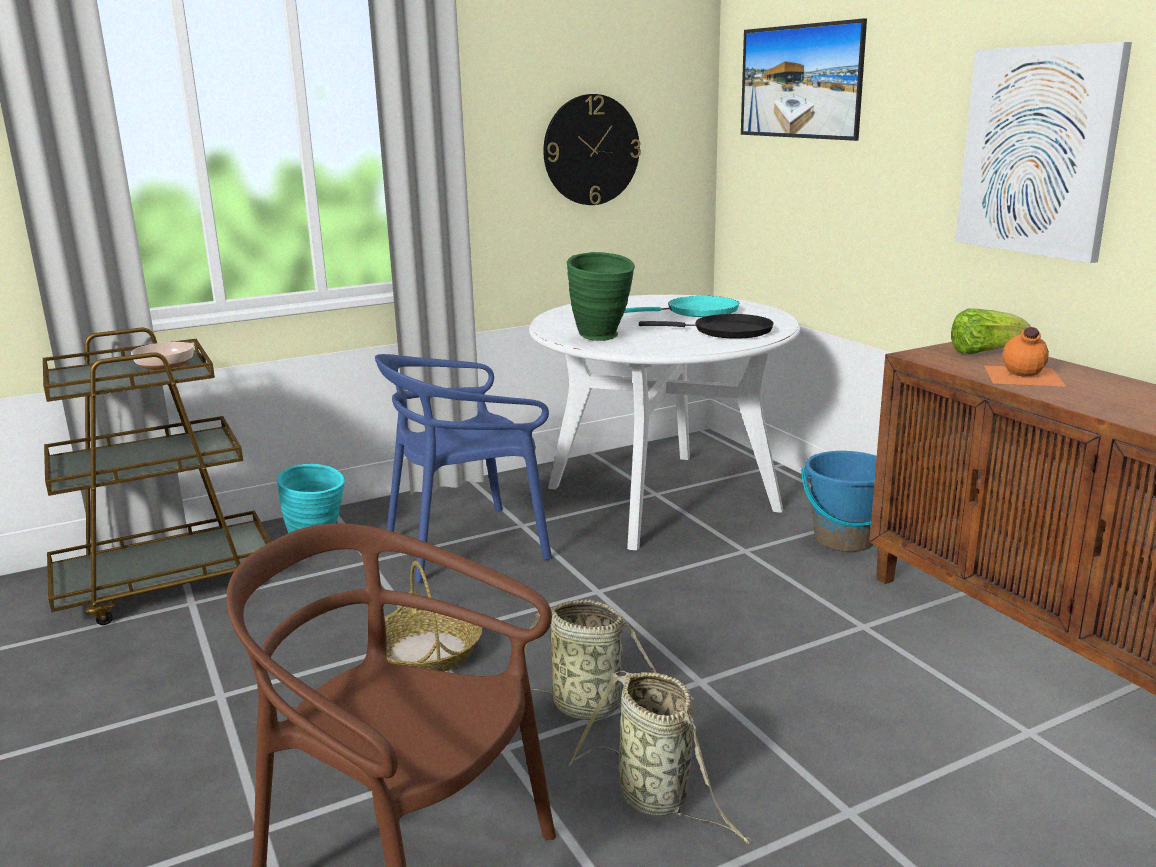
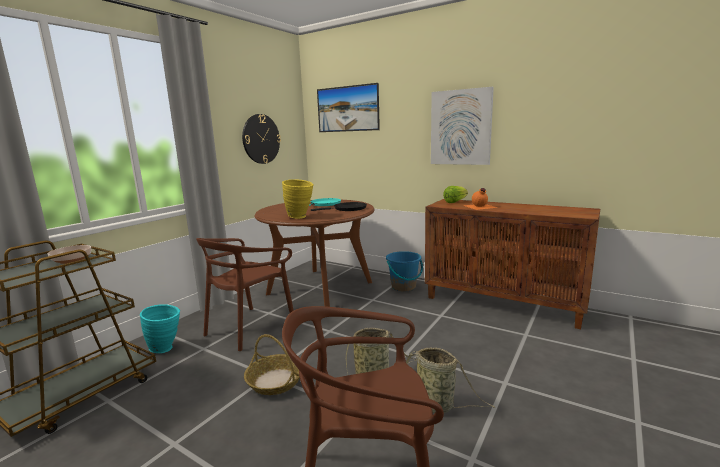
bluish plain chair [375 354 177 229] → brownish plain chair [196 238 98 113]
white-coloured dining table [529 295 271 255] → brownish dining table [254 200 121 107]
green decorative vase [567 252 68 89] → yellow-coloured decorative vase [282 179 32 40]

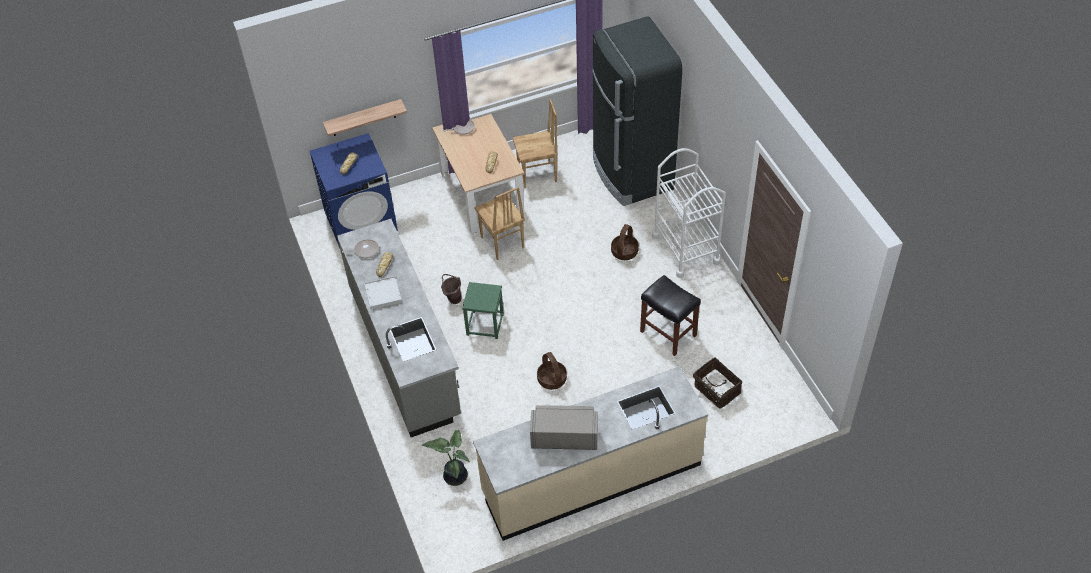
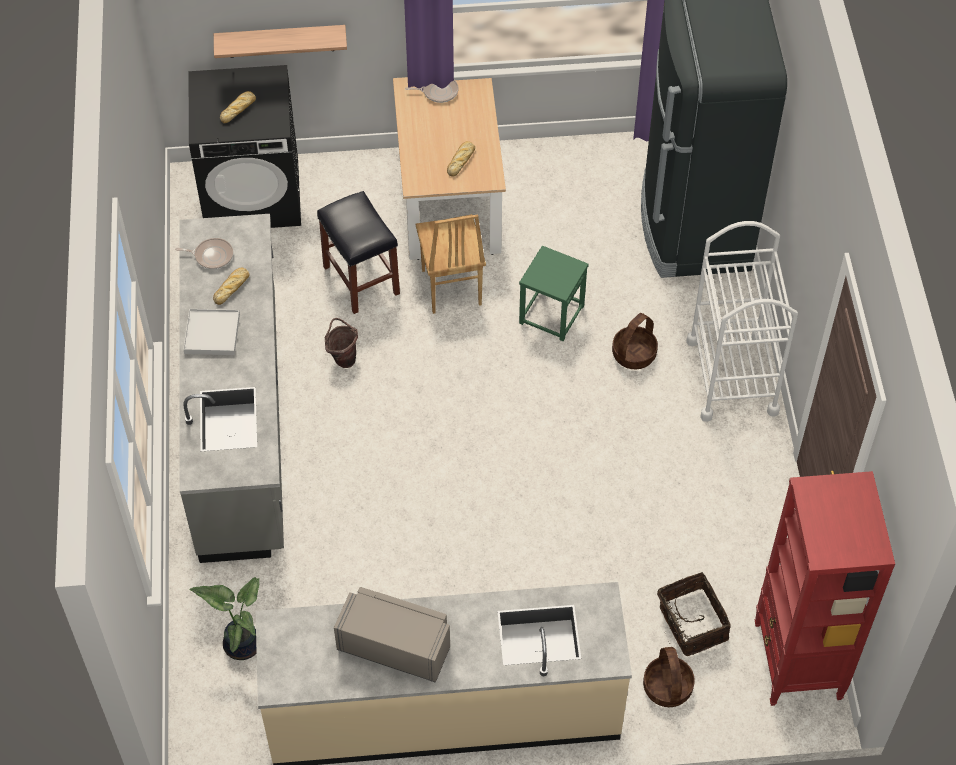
bluish laundry appliance [309 133 89 115] → blackish laundry appliance [189 65 112 163]
green stool seat [462 282 42 57] → green stool seat [519 246 70 95], shifted
brownish plain chair [513 99 45 89] → -
storage basket [537 352 30 38] → storage basket [643 647 52 60], shifted
blackish stool seat [640 275 61 81] → blackish stool seat [317 191 83 123], shifted
- → red-coloured bookshelf [755 471 140 235]

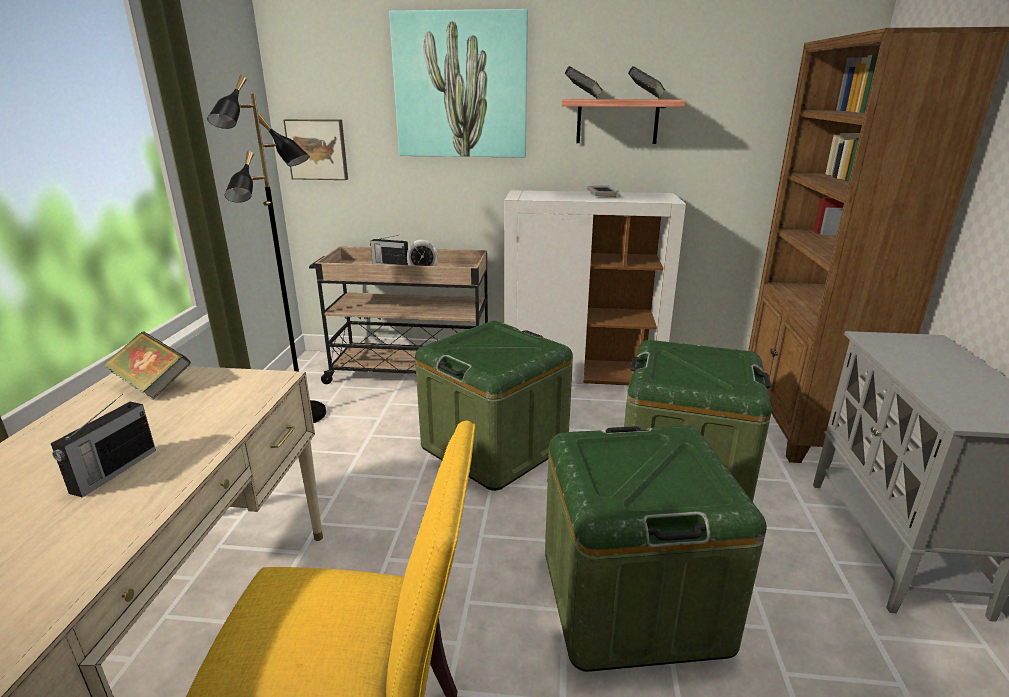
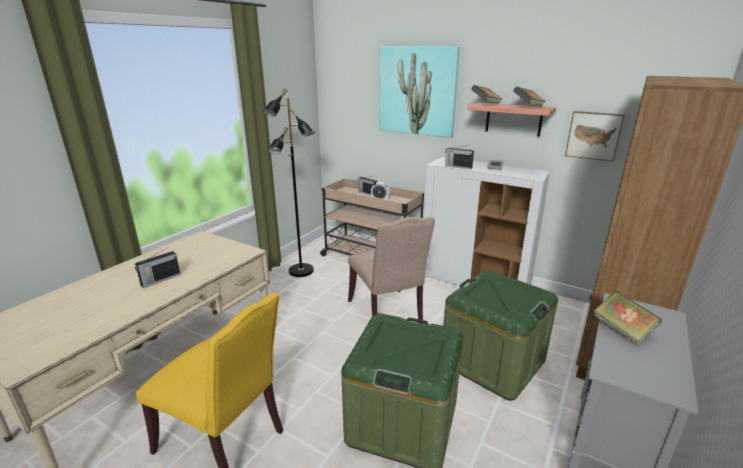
bound book [103 331 88 69] → bound book [593 291 69 55], shifted
picture [283 119 65 61] → picture [565 111 60 51], shifted
green storage box [415 321 158 170] → sand-coloured plain chair [348 217 87 107]
- → radio set [445 145 29 24]

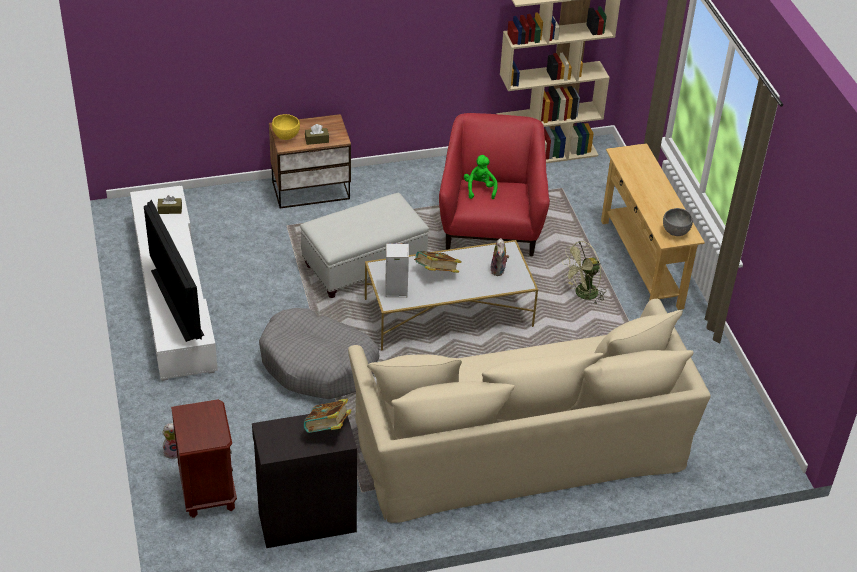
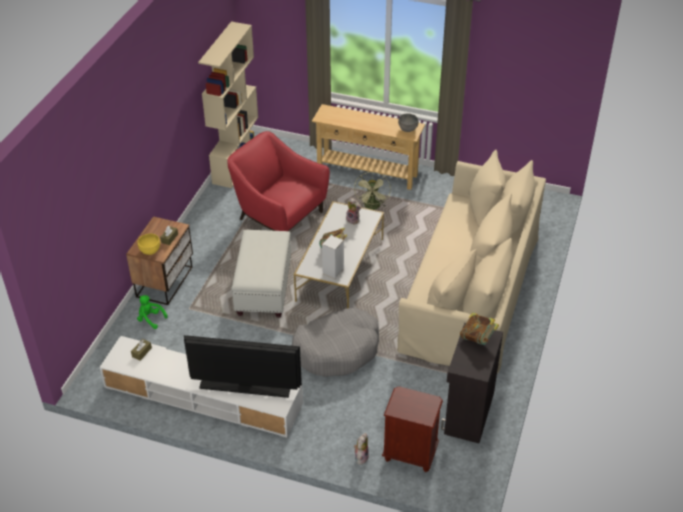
green cuddly toy [464 155 34 44] → green cuddly toy [137 295 31 34], shifted

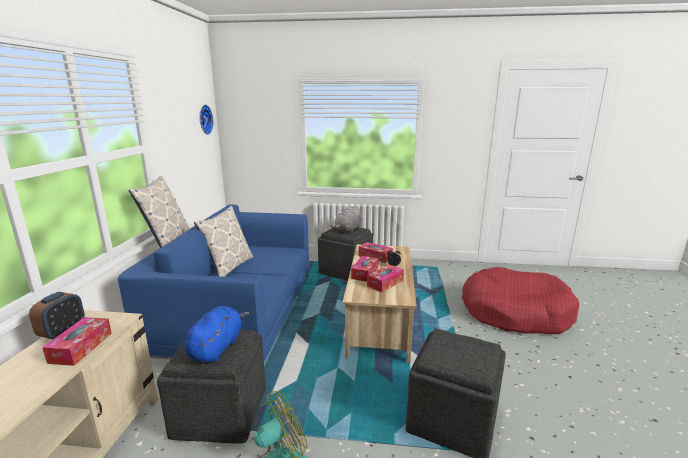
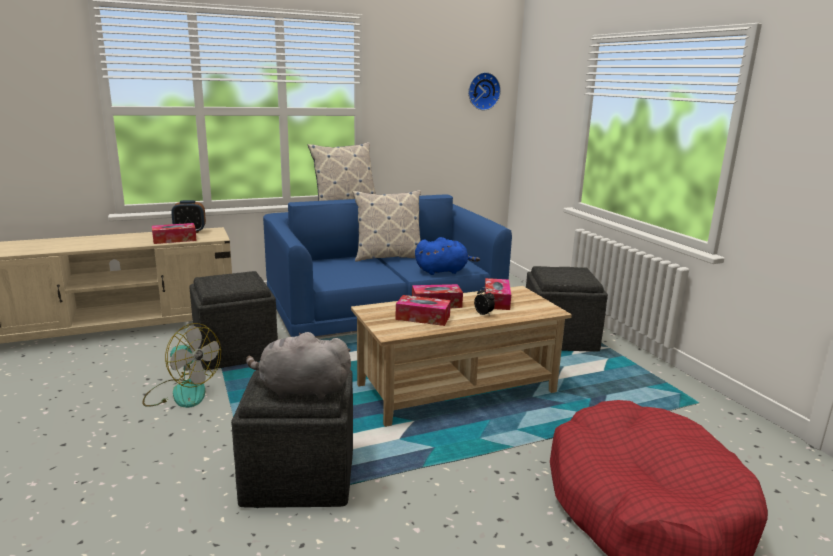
bluish cuddly toy [184 306 66 56] → bluish cuddly toy [415 237 65 38], shifted
grey cuddly toy [330 206 32 27] → grey cuddly toy [246 332 105 68], shifted

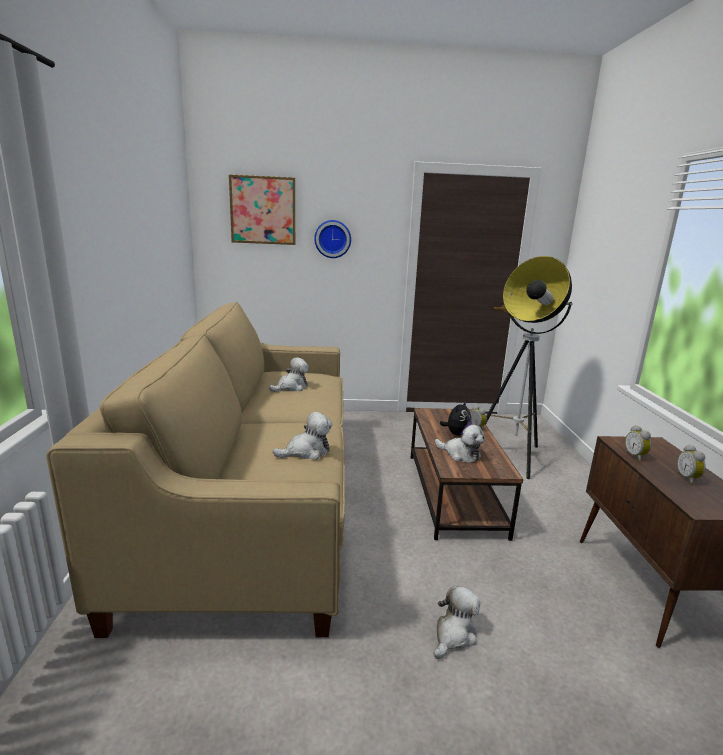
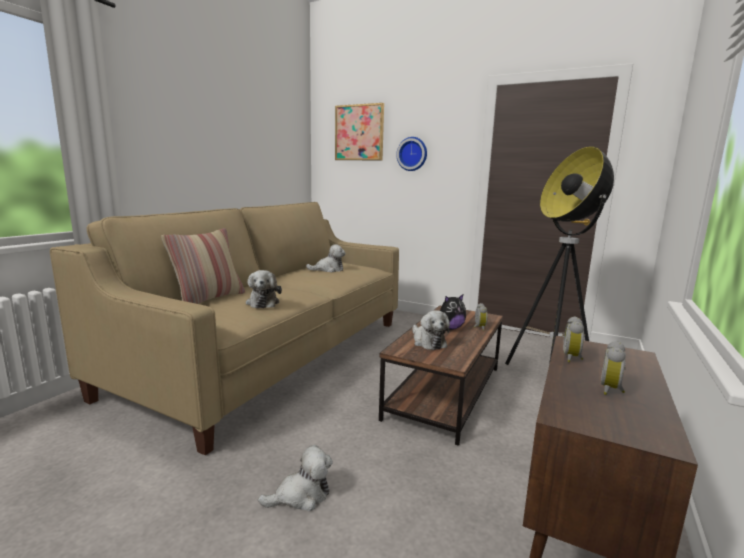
cuddly toy [273 412 59 48] → cuddly toy [246 270 36 38], 75 degrees clockwise
- → cushion [161 228 84 76]

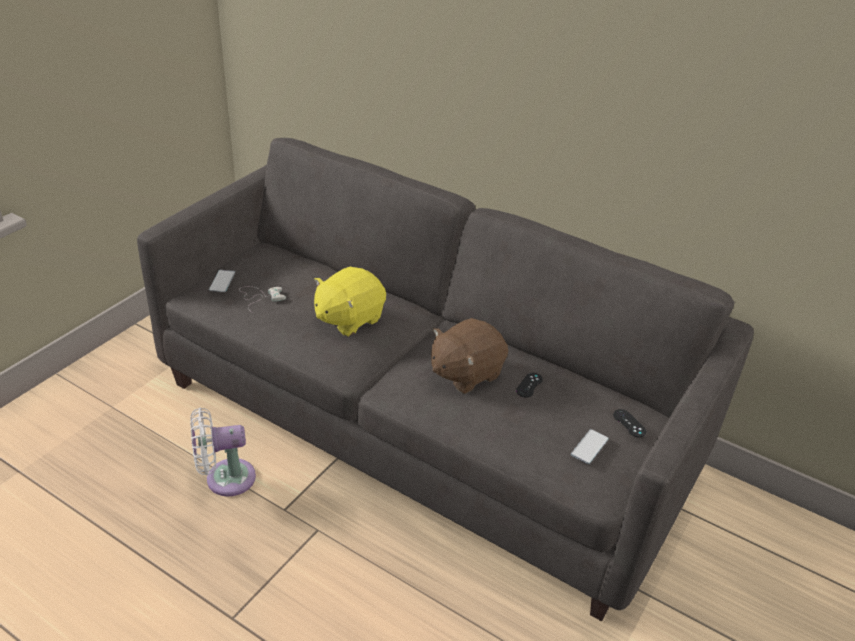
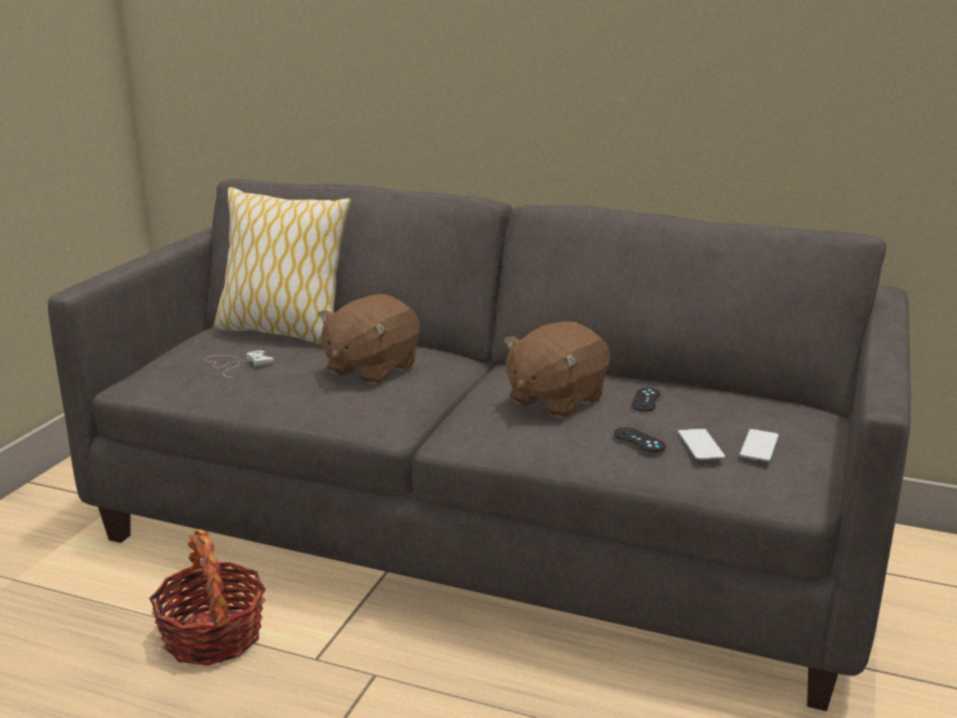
white-coloured fan [190 408 66 88] → storage basket [149 529 117 137]
phone [209 270 26 22] → phone [678 428 48 32], shifted
yellow-coloured cuddly toy [314 267 72 70] → brownish cuddly toy [318 294 102 91]
blackish game controller [613 409 33 28] → blackish game controller [614 427 52 25], shifted
- → cushion [214 187 137 158]

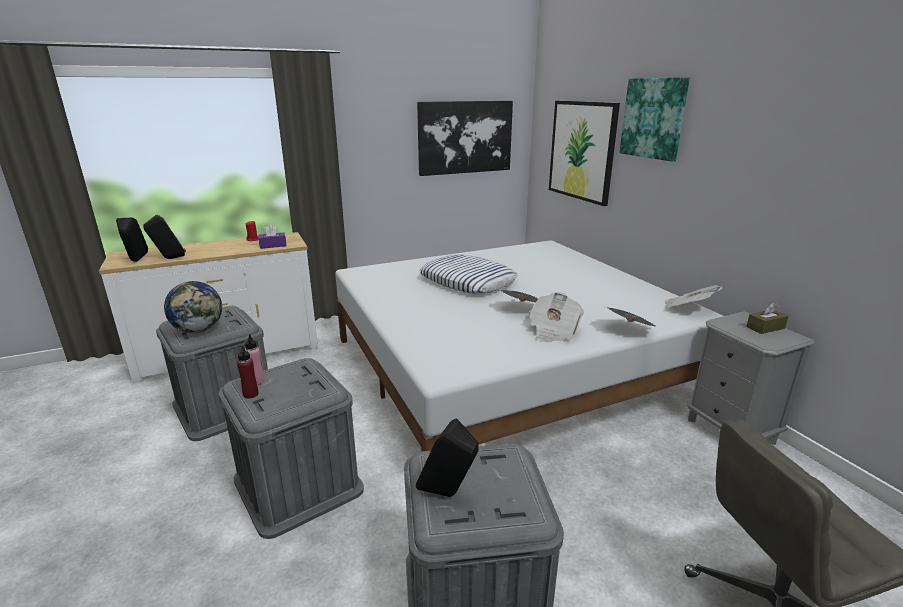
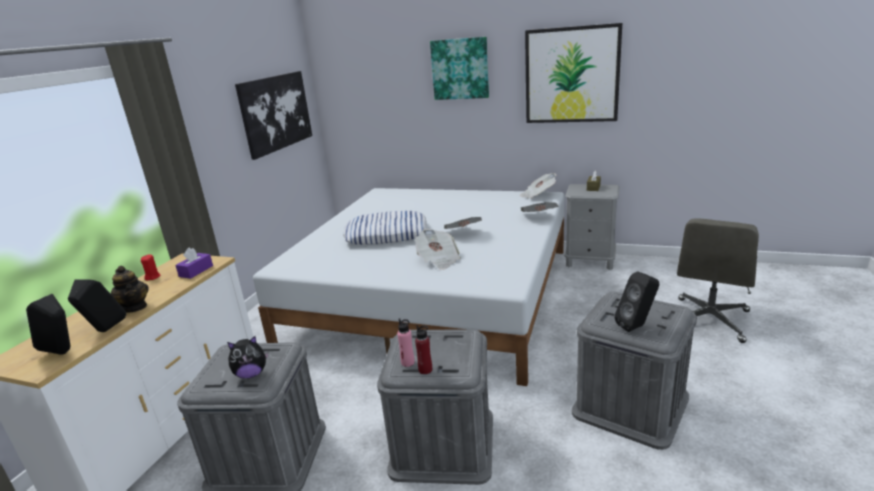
globe [164 281 58 52] → cuddly toy [227 336 42 42]
printed paper [529 292 55 50] → printed paper [415 229 46 41], shifted
picture [549 101 71 105] → picture [525 23 97 100], shifted
- → teapot [110 266 39 47]

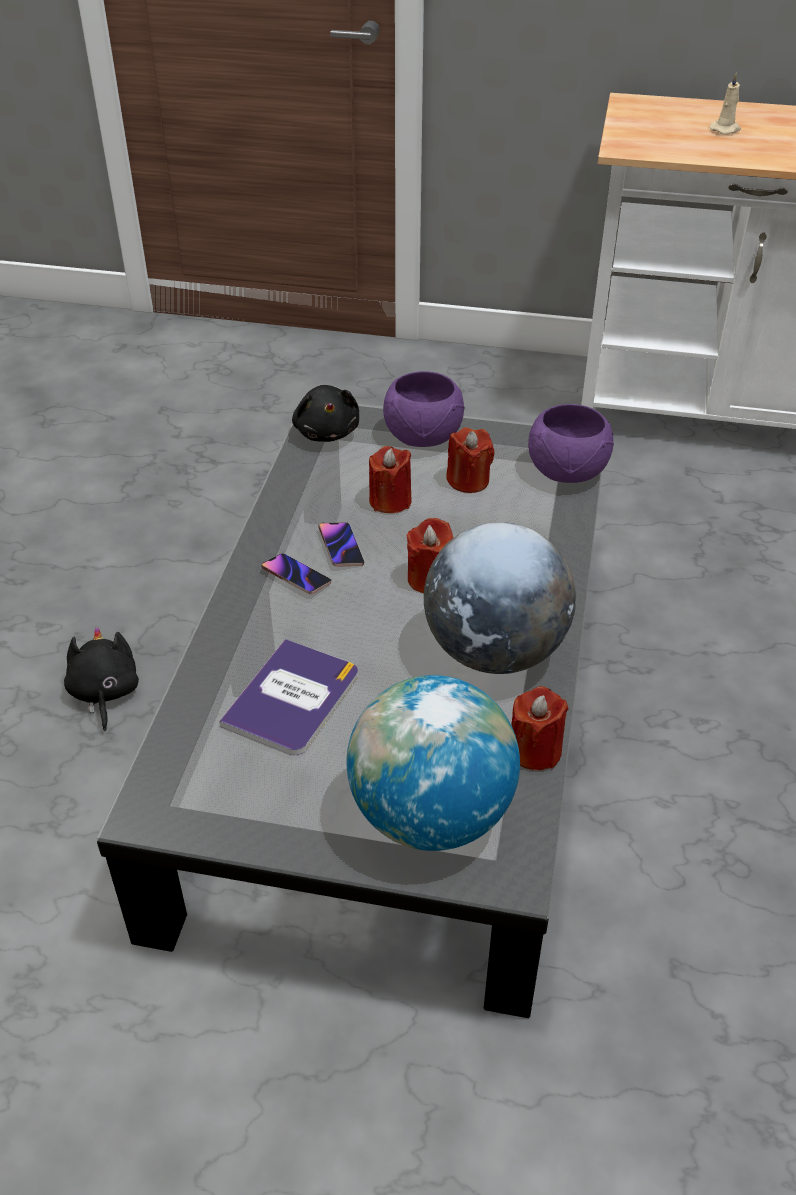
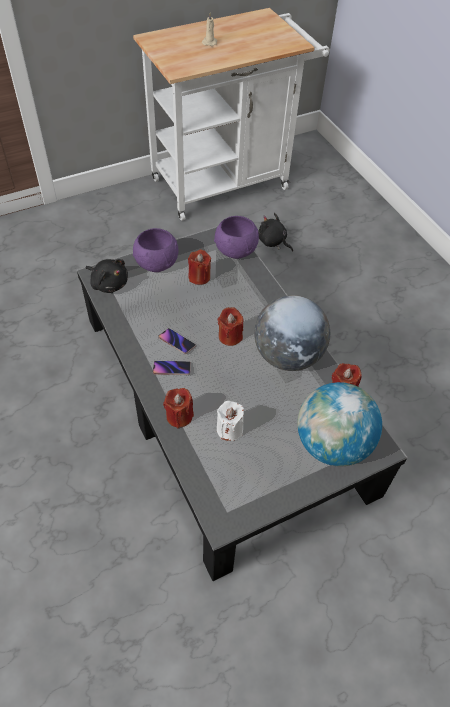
blackish cuddly toy [64 627 75 104] → blackish cuddly toy [258 213 35 39], shifted
bound book [219 639 139 116] → white-coloured candle [217 401 27 40]
red-coloured candle [369 446 43 67] → red-coloured candle [163 388 31 40], shifted

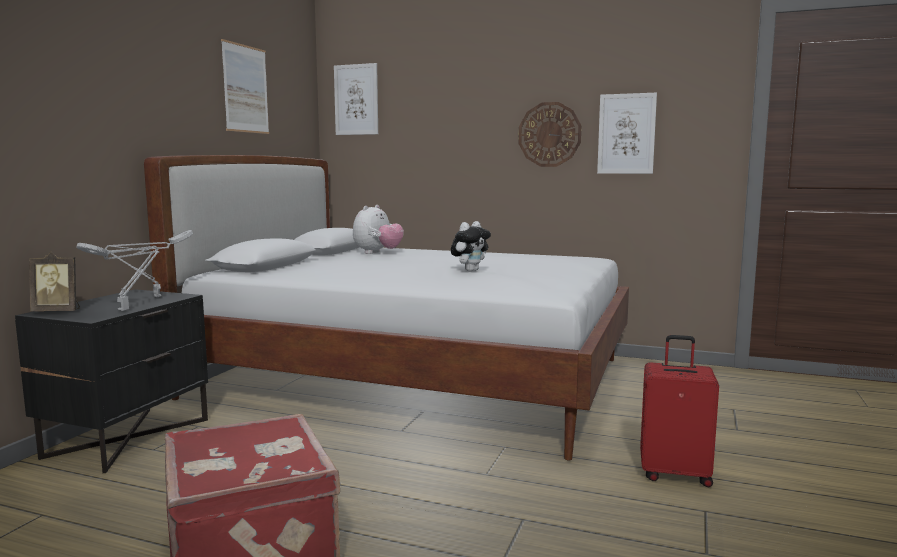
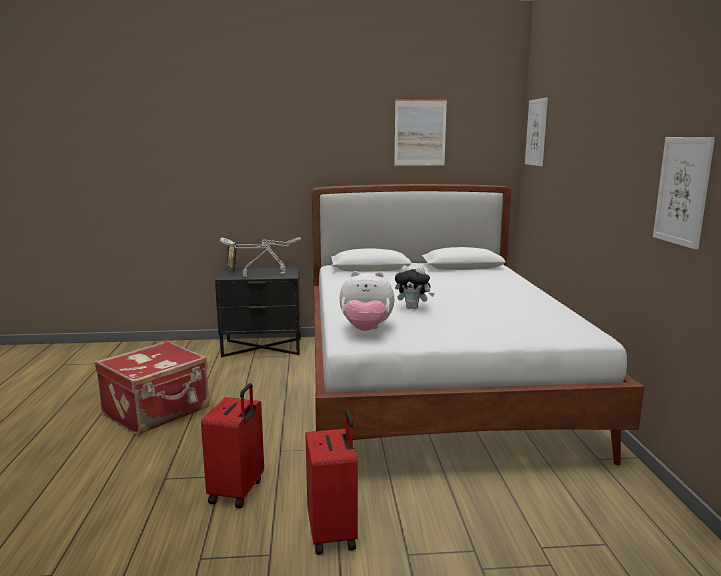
cuddly toy [353 205 51 49] → cuddly toy [340 271 55 60], shifted
clock on the wall [518 102 63 65] → -
- → red-coloured piece of luggage [201 383 63 125]

